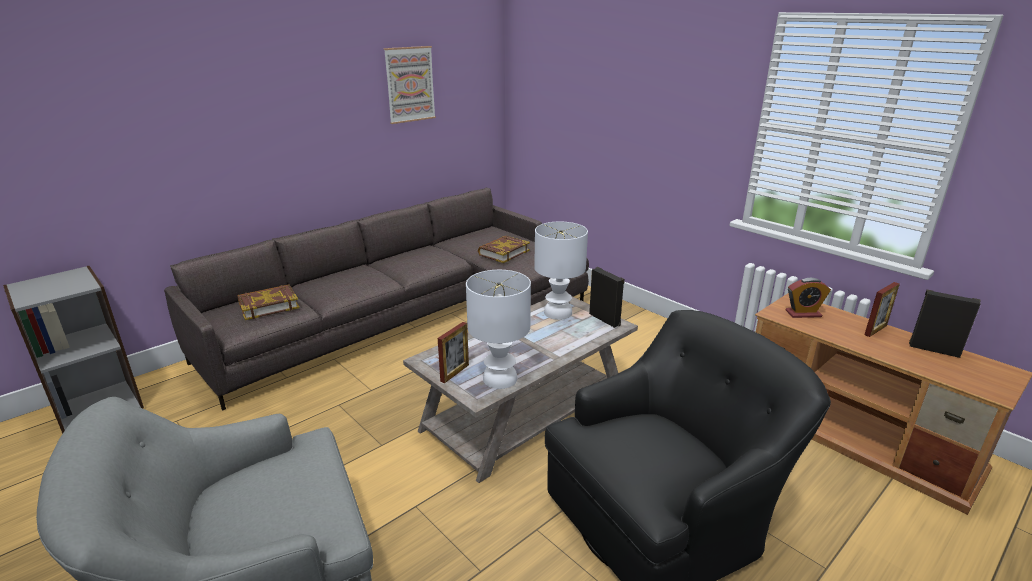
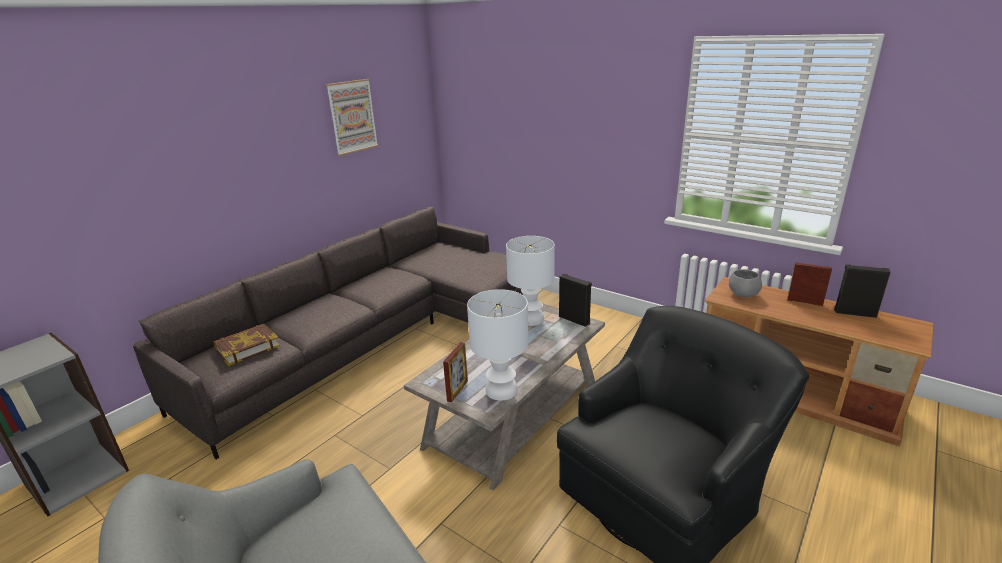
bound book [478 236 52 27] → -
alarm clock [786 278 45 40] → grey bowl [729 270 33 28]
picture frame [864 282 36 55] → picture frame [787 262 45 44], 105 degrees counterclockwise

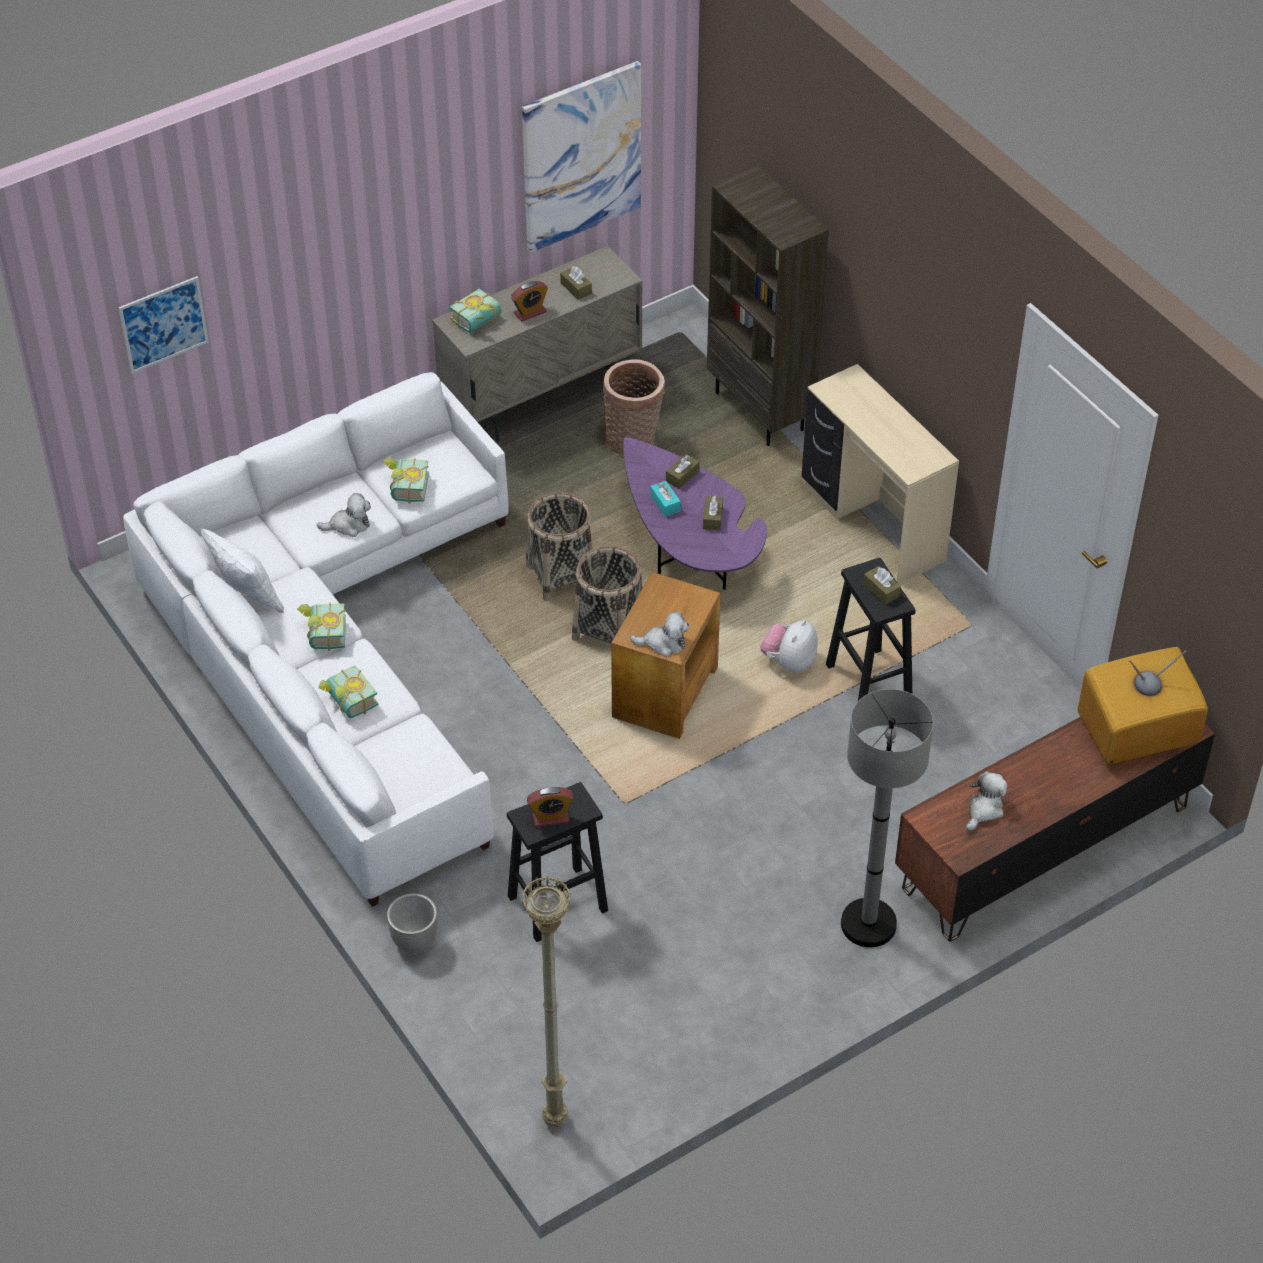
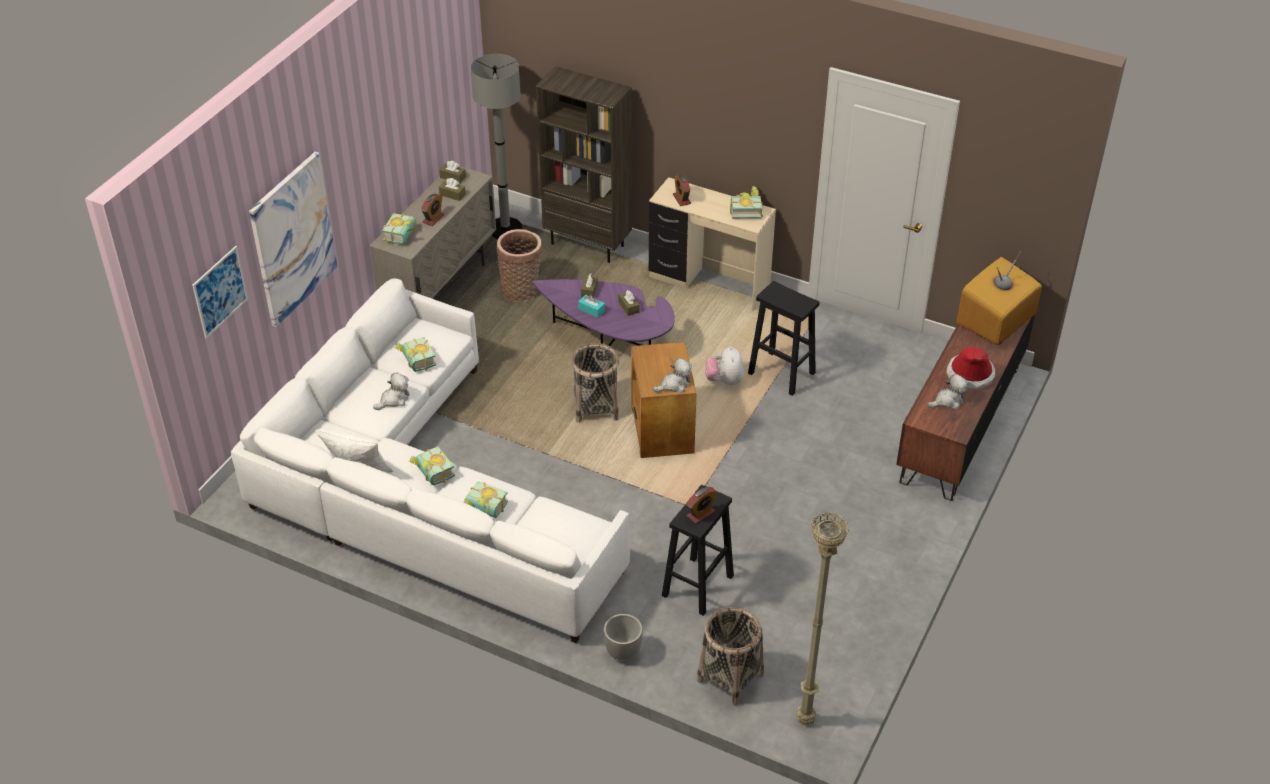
picture [522 61 119 192] → picture [249 152 88 175], shifted
storage basket [526 492 67 109] → storage basket [697 607 67 98], shifted
grey standard lamp [841 689 92 258] → grey standard lamp [471 54 51 185], shifted
brownish tissue box [863 566 38 39] → brownish tissue box [439 161 27 22], shifted
cuddly toy [966 771 41 60] → cuddly toy [927 374 41 35], 60 degrees clockwise
- → alarm clock [673 174 18 32]
- → bound book [730 186 33 33]
- → wearable hat [946 347 49 43]

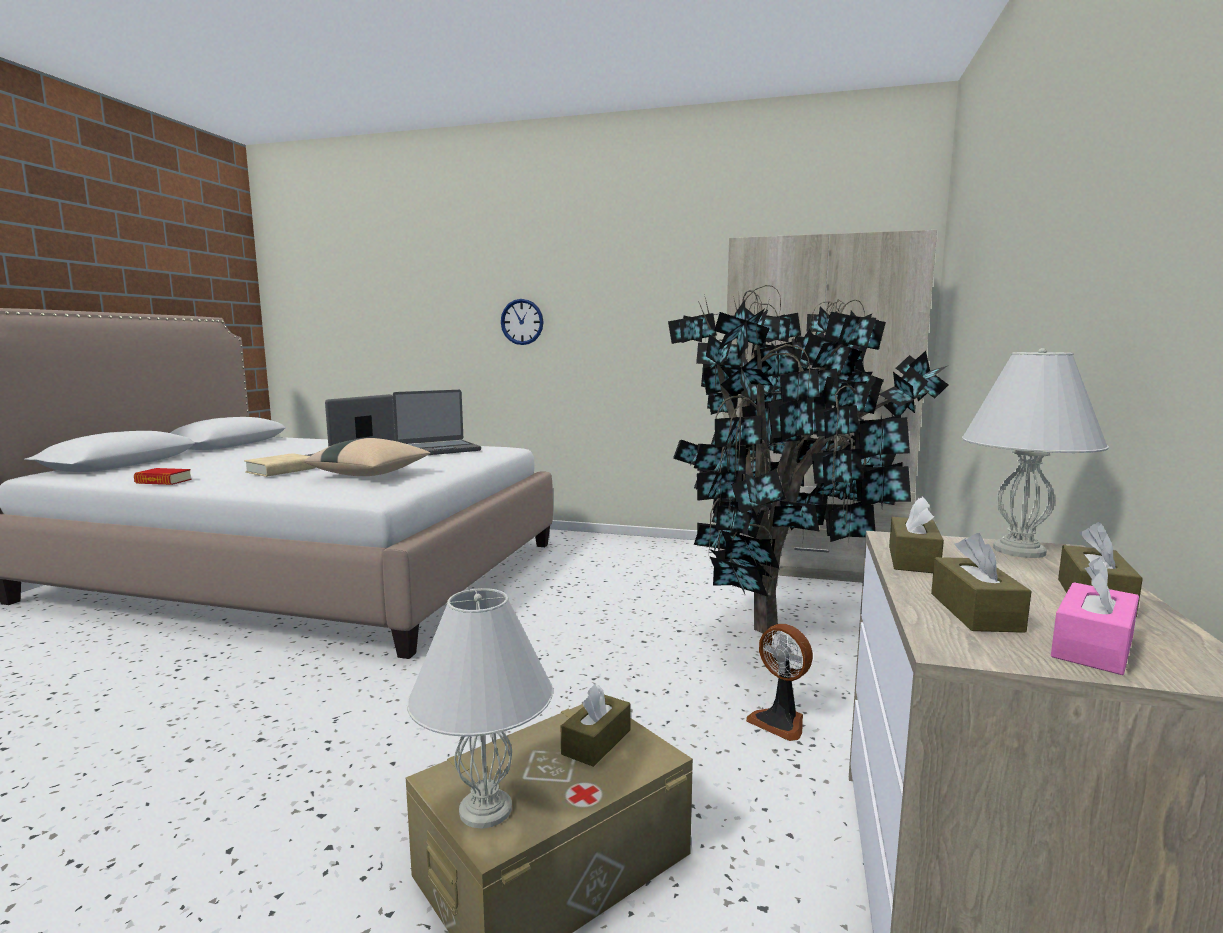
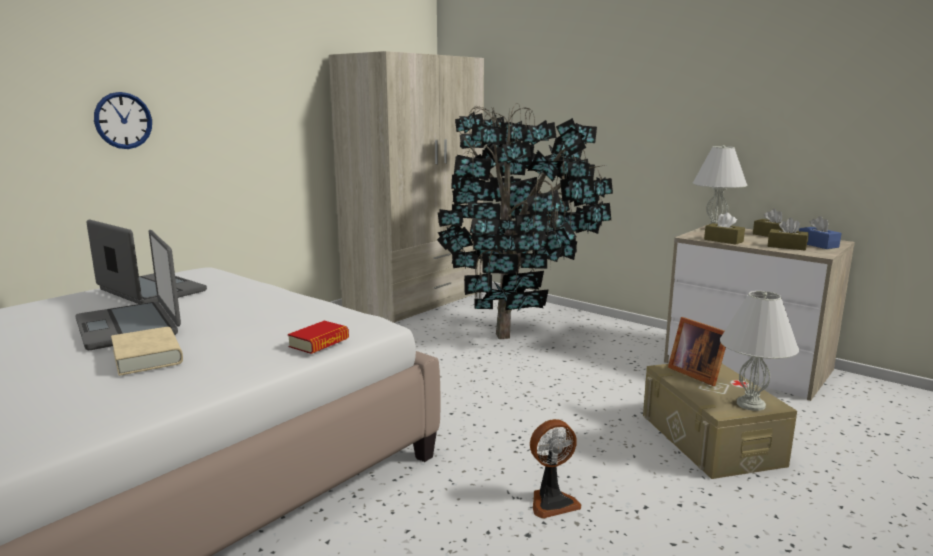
bound book [134 468 58 17] → bound book [288 321 61 33], shifted
sand-coloured cushion [304 438 126 38] → -
notebook computer [393 390 88 65] → notebook computer [87 219 120 85], 45 degrees counterclockwise
brownish tissue box [561 684 70 83] → picture frame [668 317 58 69]
fan [746 624 67 117] → fan [530 419 51 100], shifted
pinkish tissue box [1051 558 88 117] → bluish tissue box [799 216 42 33]

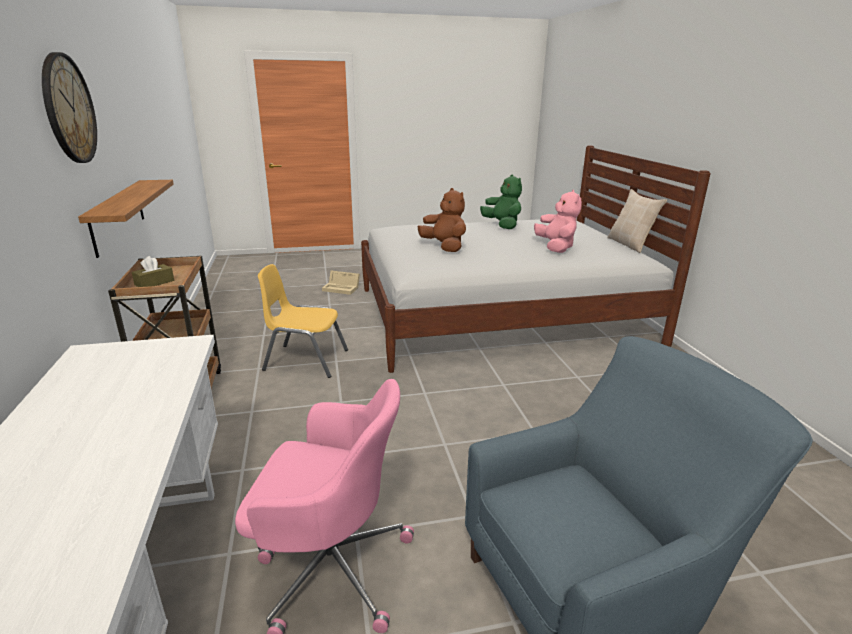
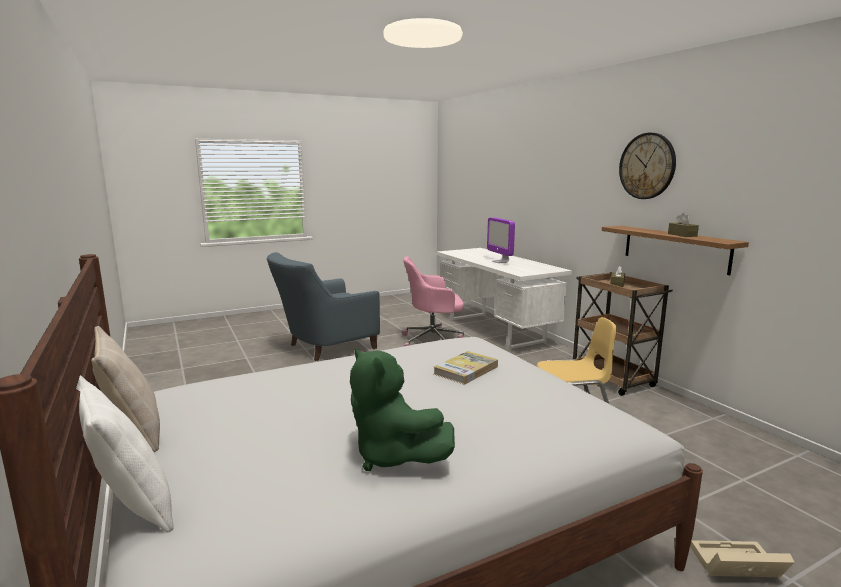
brownish cuddly toy [418 188 48 64] → bound book [434 351 64 34]
pinkish cuddly toy [534 190 48 63] → -
- → white-coloured cushion [76 375 98 158]
- → monitor [487 217 28 46]
- → brownish tissue box [668 213 31 24]

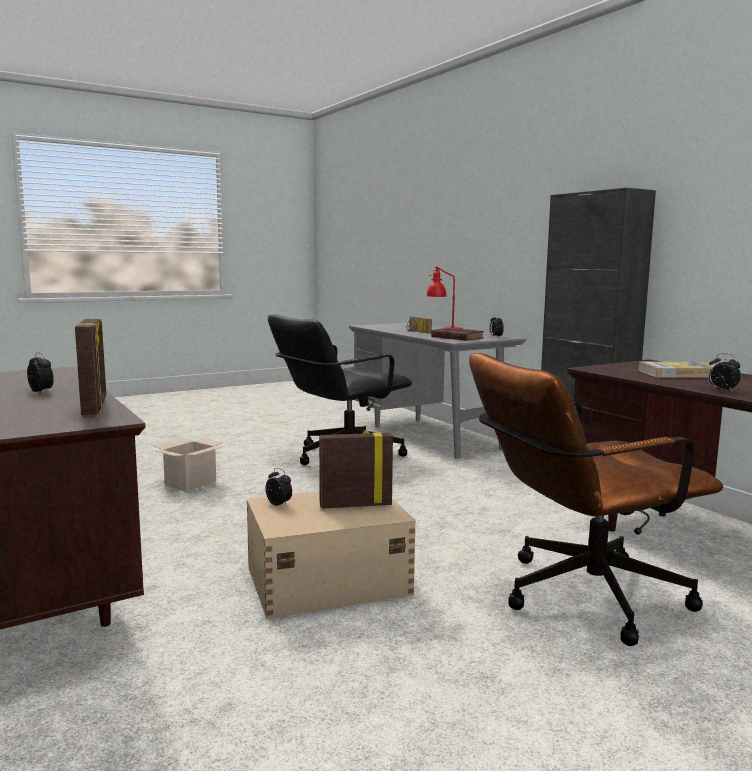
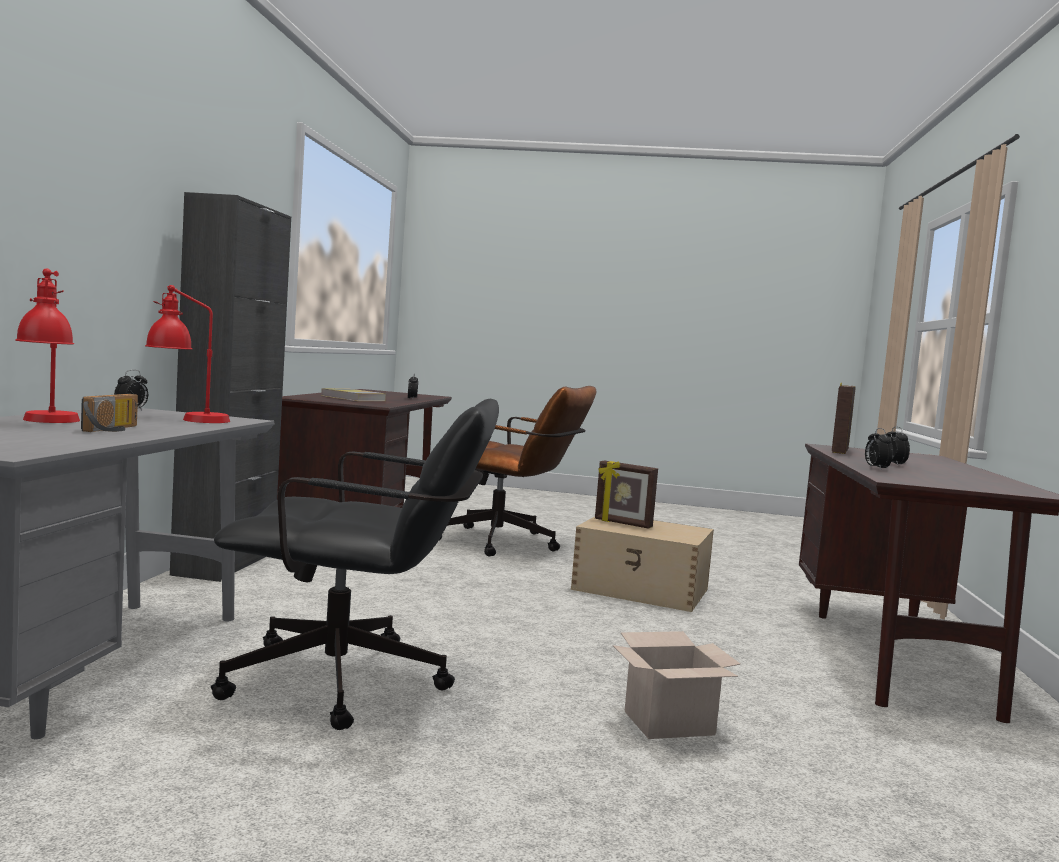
alarm clock [265 468 27 39] → alarm clock [865 428 28 42], shifted
brownish bound book [431 328 53 13] → red-coloured lamp for a table [145 285 85 138]

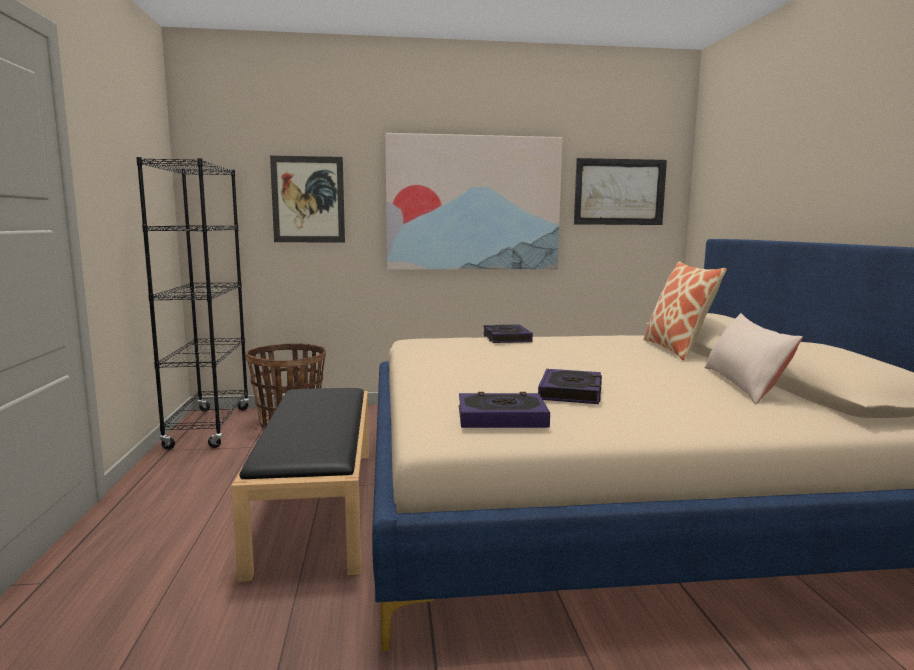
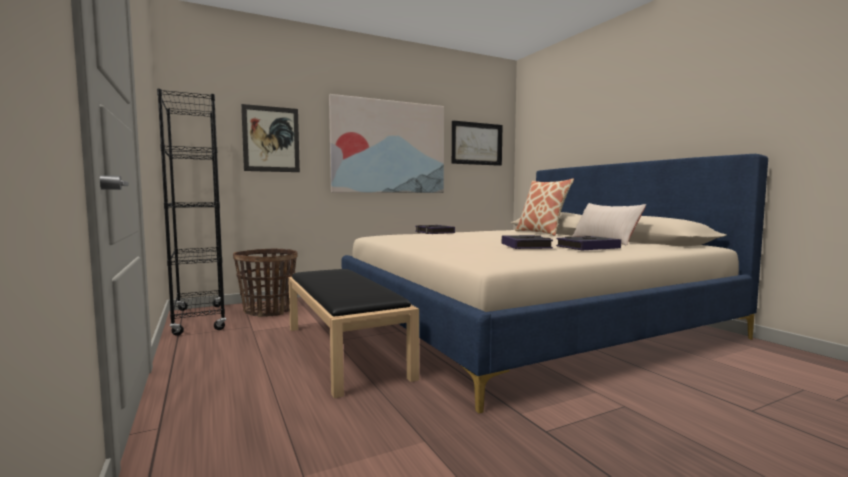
bound book [459 392 91 36] → bound book [556 236 65 14], shifted

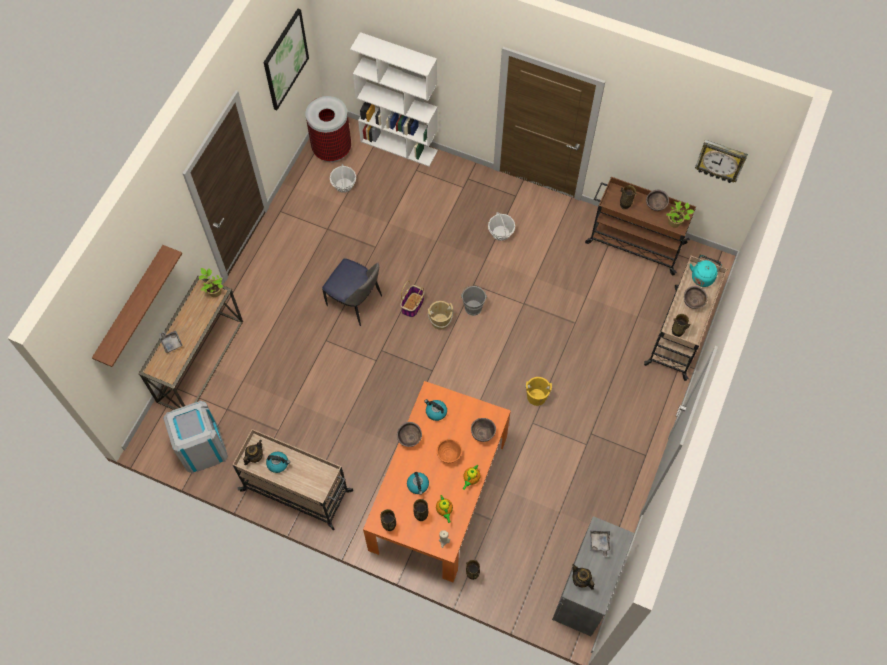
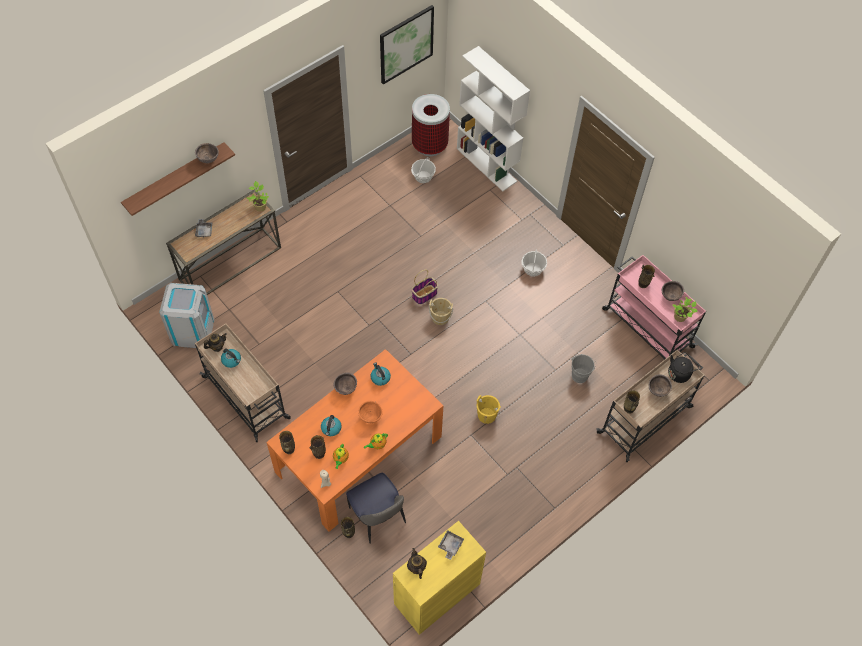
plain chair [322 258 60 68] → plain chair [346 473 60 71], shifted
grey pail [461 286 26 30] → grey pail [572 354 24 29], shifted
brownish bowl [471 418 25 24] → brownish bowl [195 143 24 21], shifted
grey cabinet [552 516 83 120] → yellow-coloured cabinet [393 521 93 114]
brownish cart [585 177 111 98] → pinkish cart [602 255 104 104]
turquoise-coloured tea kettle [690 255 32 32] → blackish tea kettle [668 352 31 31]
clock on the wall [695 140 53 43] → -

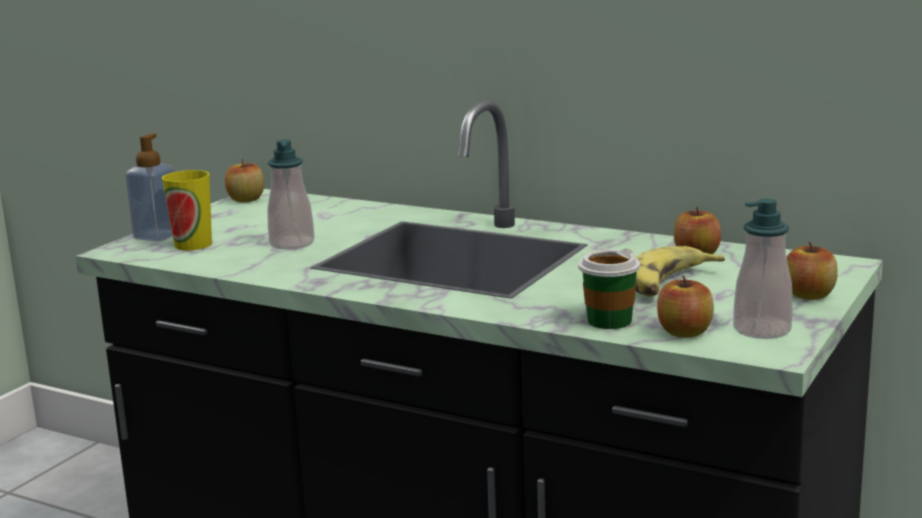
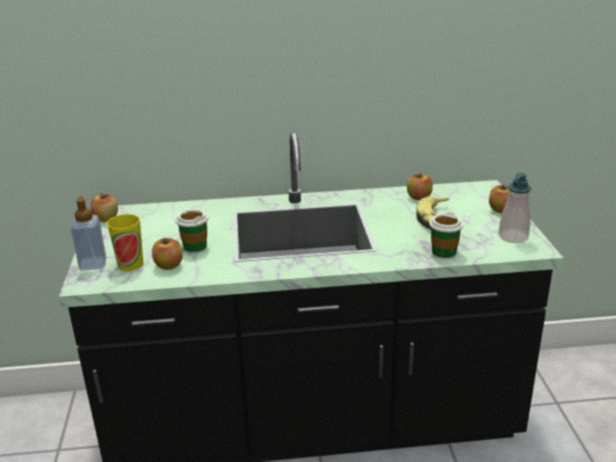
soap dispenser [267 139 47 111] → small cup [175 209 33 43]
whole apple [657 275 57 63] → whole apple [152 238 31 32], shifted

